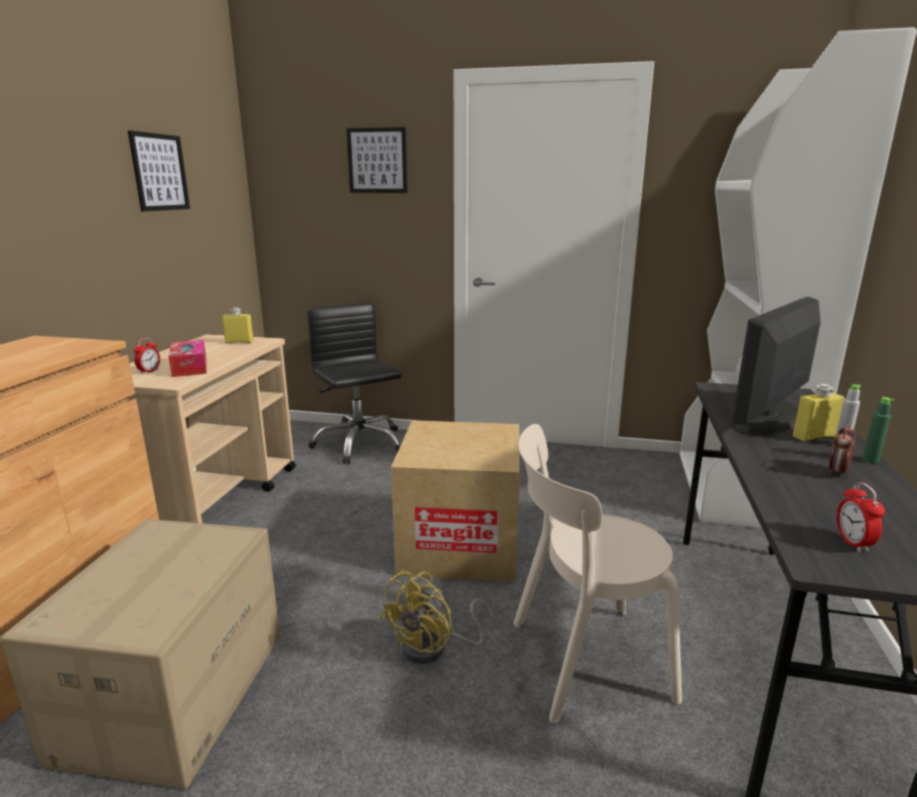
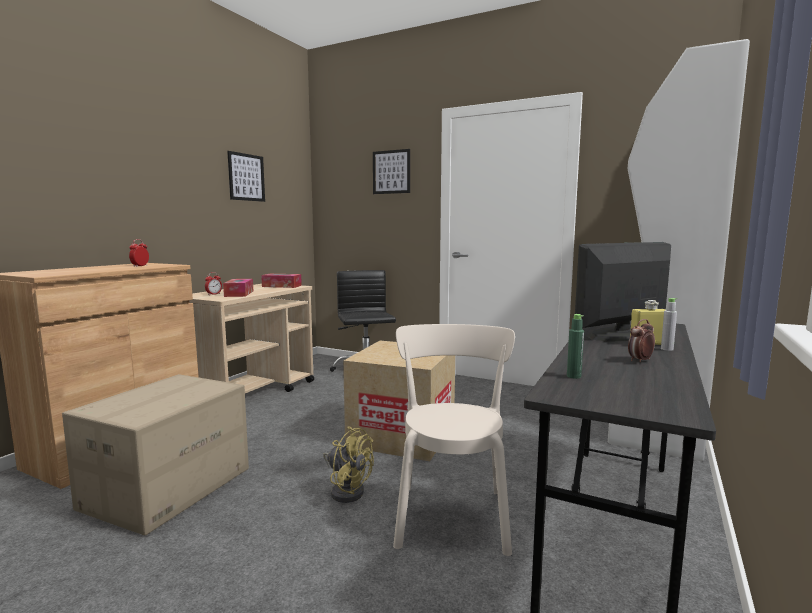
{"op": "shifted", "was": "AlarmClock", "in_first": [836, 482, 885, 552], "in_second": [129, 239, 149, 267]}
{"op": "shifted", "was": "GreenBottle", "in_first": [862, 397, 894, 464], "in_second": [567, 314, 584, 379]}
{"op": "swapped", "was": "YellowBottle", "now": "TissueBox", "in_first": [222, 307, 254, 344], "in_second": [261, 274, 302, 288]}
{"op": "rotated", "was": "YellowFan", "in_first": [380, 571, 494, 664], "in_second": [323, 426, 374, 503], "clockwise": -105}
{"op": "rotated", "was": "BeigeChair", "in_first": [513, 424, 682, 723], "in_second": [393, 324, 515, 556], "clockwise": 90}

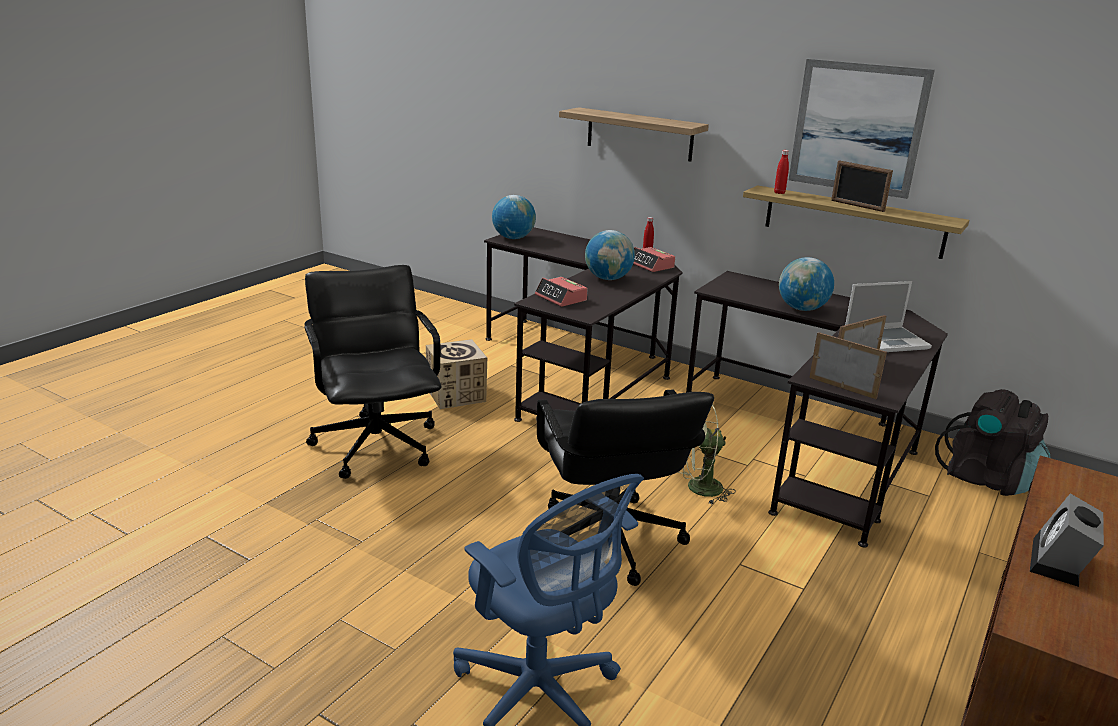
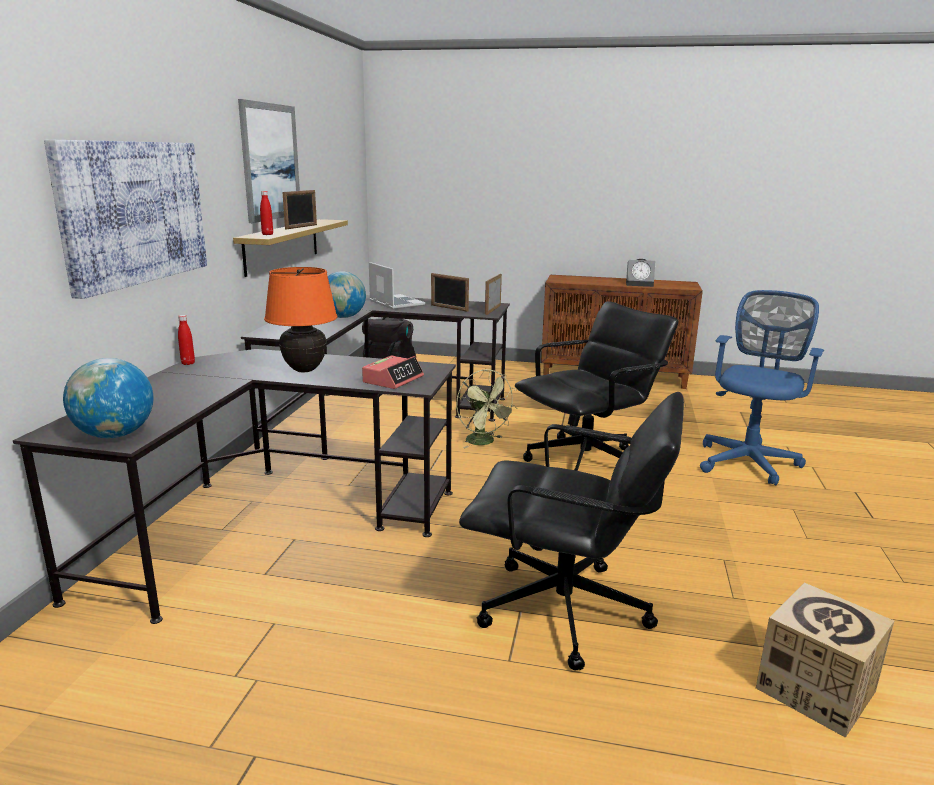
{"op": "gone", "was": "AlarmClock", "in_first": [633, 247, 675, 272]}
{"op": "shifted", "was": "CardboardBox", "in_first": [426, 339, 487, 409], "in_second": [756, 583, 894, 738]}
{"op": "swapped", "was": "Shelf", "now": "Picture", "in_first": [559, 107, 709, 162], "in_second": [44, 139, 207, 299]}
{"op": "swapped", "was": "Globe", "now": "OrangeTableLamp", "in_first": [585, 230, 635, 280], "in_second": [264, 267, 338, 372]}
{"op": "rotated", "was": "BlackOfficeChair", "in_first": [304, 265, 441, 479], "in_second": [459, 392, 684, 671], "clockwise": -120}

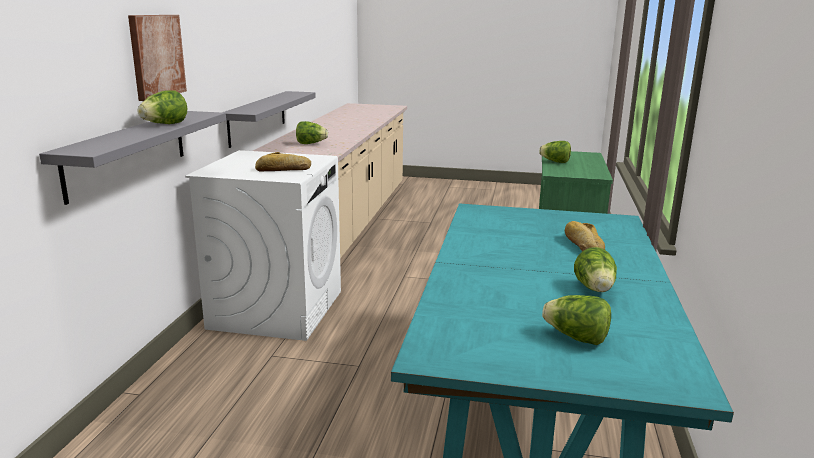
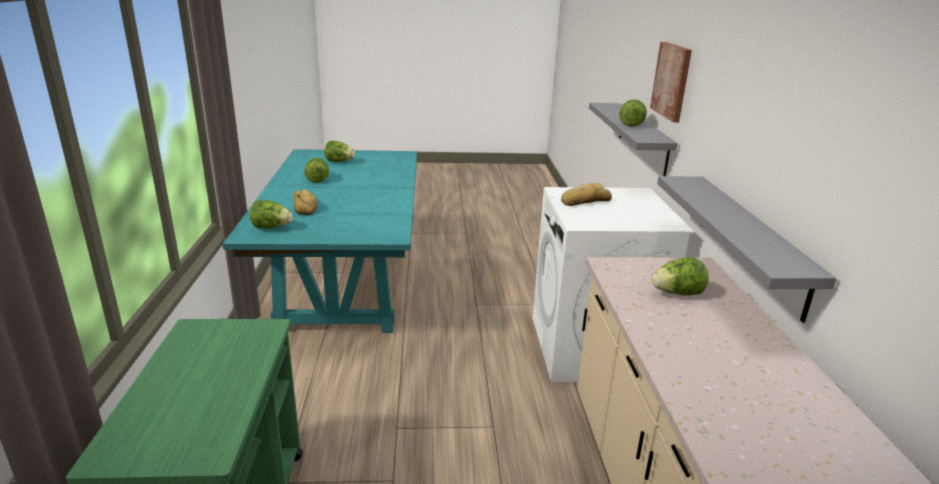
{"op": "shifted", "was": "Lettuce", "in_first": [539, 141, 571, 163], "in_second": [250, 200, 293, 229]}

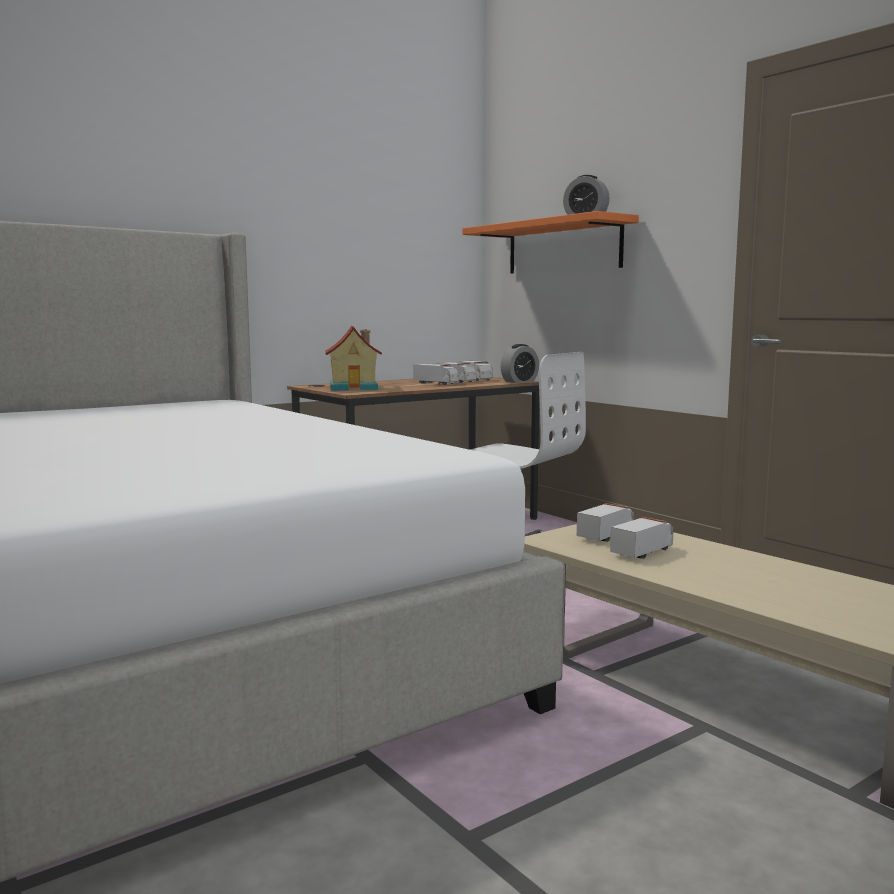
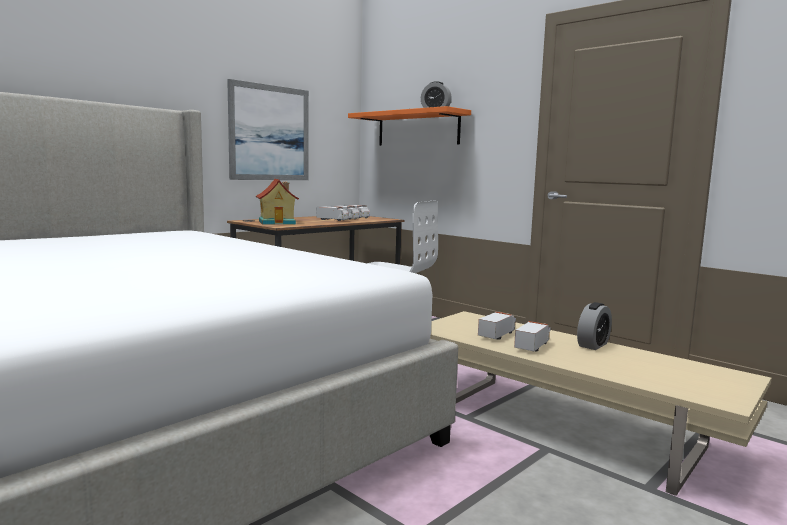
{"op": "new", "now": "Picture", "in_second": [227, 79, 309, 180]}
{"op": "shifted", "was": "AlarmClock", "in_first": [500, 344, 539, 383], "in_second": [577, 302, 612, 350]}
{"op": "shifted", "was": "ToyTruck", "in_first": [577, 503, 634, 542], "in_second": [514, 321, 551, 352]}

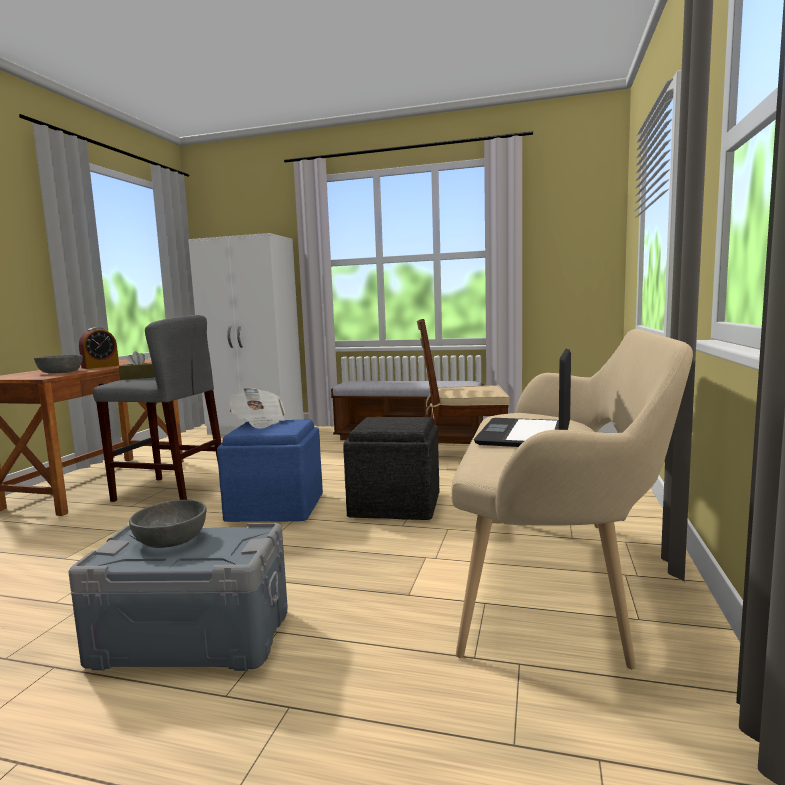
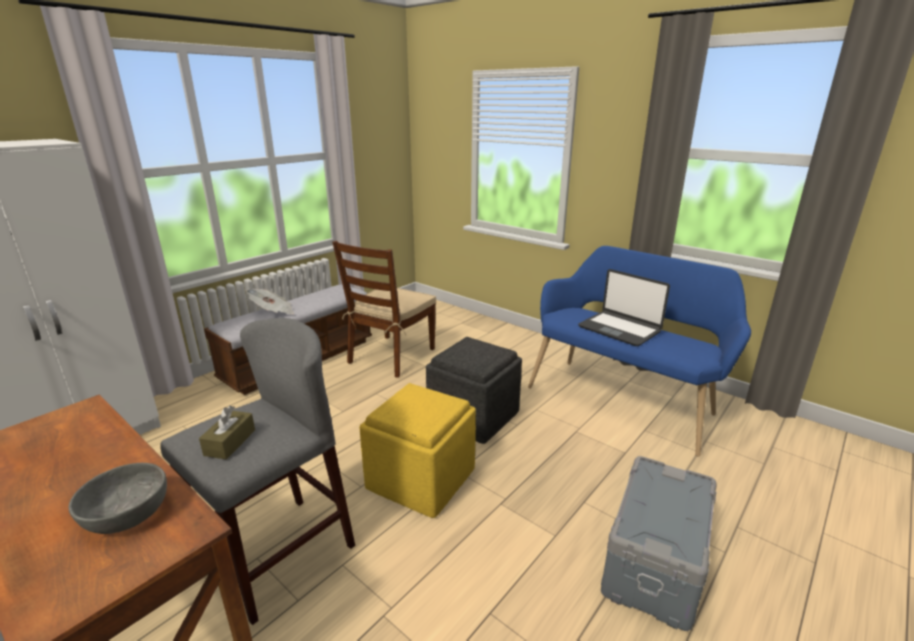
{"op": "gone", "was": "AlarmClock", "in_first": [79, 327, 119, 369]}
{"op": "gone", "was": "GreyBowl", "in_first": [129, 500, 207, 548]}
{"op": "shifted", "was": "Newspaper", "in_first": [229, 388, 286, 429], "in_second": [246, 289, 294, 314]}
{"op": "repainted", "was": "BlueOttoman", "now": "YellowOttoman", "in_first": [217, 420, 323, 522], "in_second": [359, 383, 476, 518]}
{"op": "repainted", "was": "BeigeBench", "now": "BlueBench", "in_first": [452, 329, 693, 669], "in_second": [528, 246, 751, 456]}

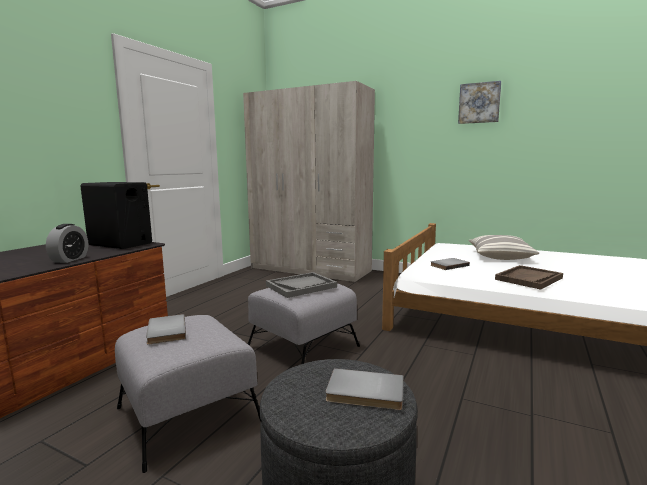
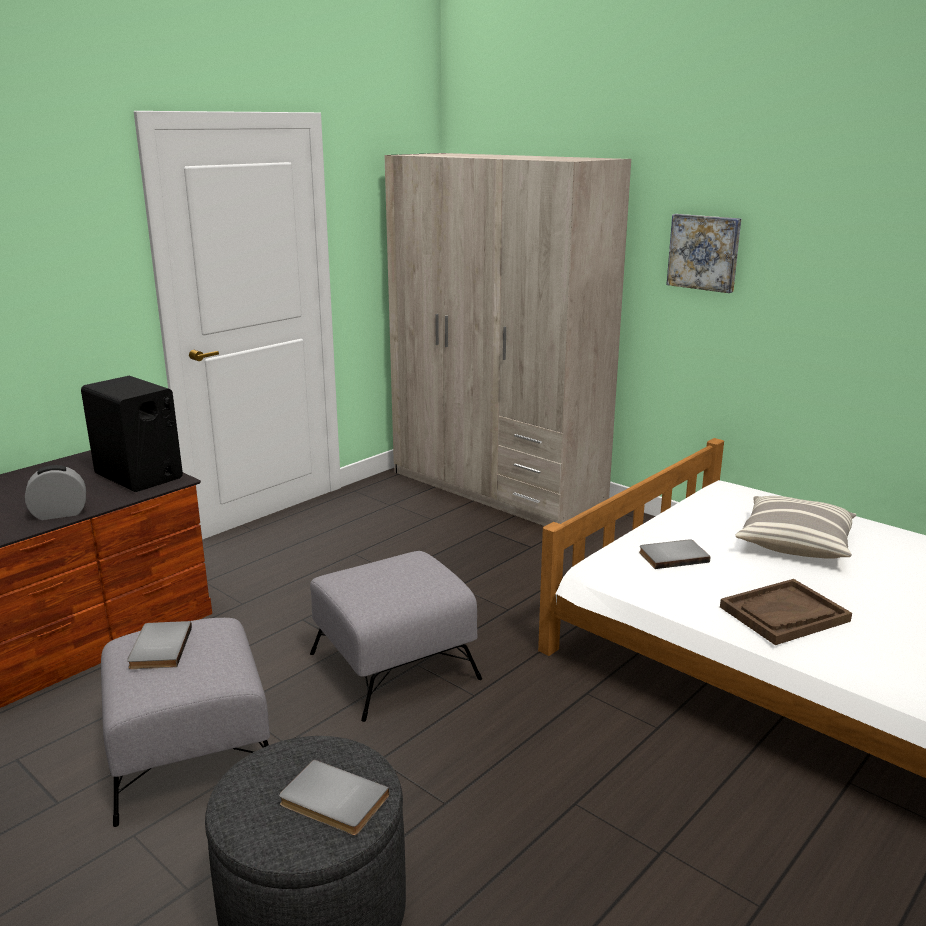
{"op": "gone", "was": "GreyTray", "in_first": [266, 272, 337, 298]}
{"op": "shifted", "was": "Picture", "in_first": [458, 81, 501, 124], "in_second": [666, 214, 741, 293]}
{"op": "rotated", "was": "AlarmClock", "in_first": [46, 224, 88, 263], "in_second": [25, 465, 86, 520], "clockwise": -135}

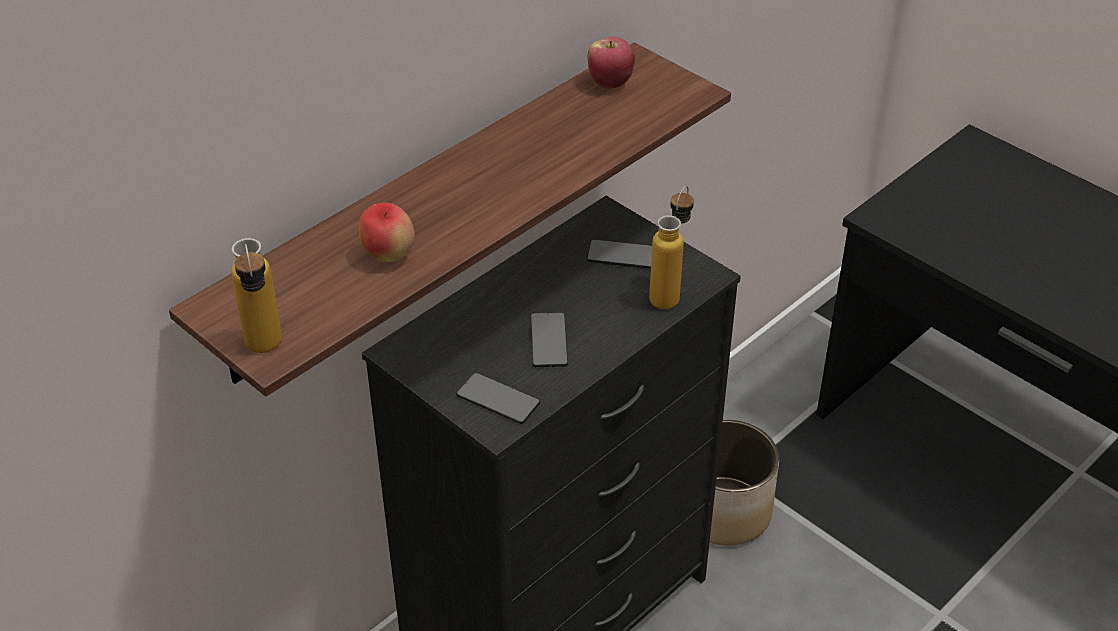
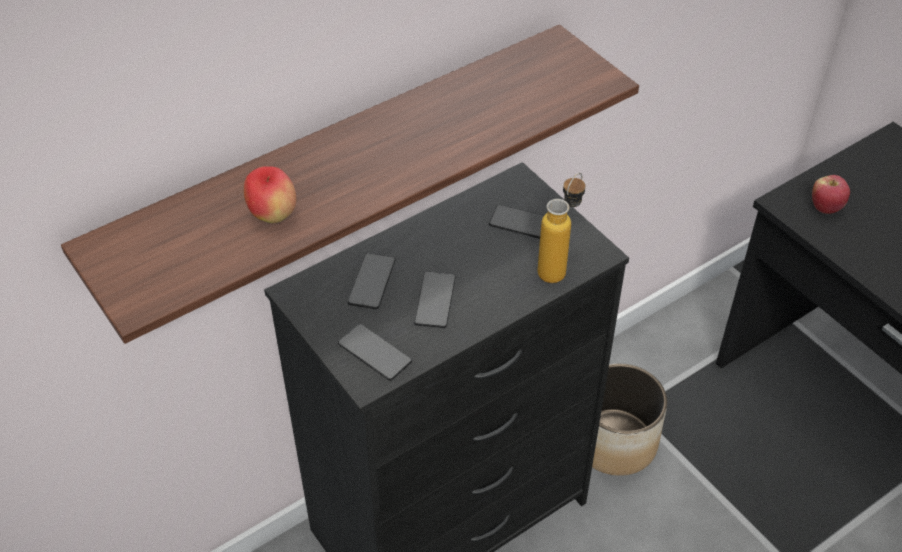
{"op": "gone", "was": "Bottle", "in_first": [231, 238, 282, 353]}
{"op": "new", "now": "Phone", "in_second": [348, 253, 395, 309]}
{"op": "shifted", "was": "Apple", "in_first": [588, 36, 635, 89], "in_second": [812, 175, 850, 214]}

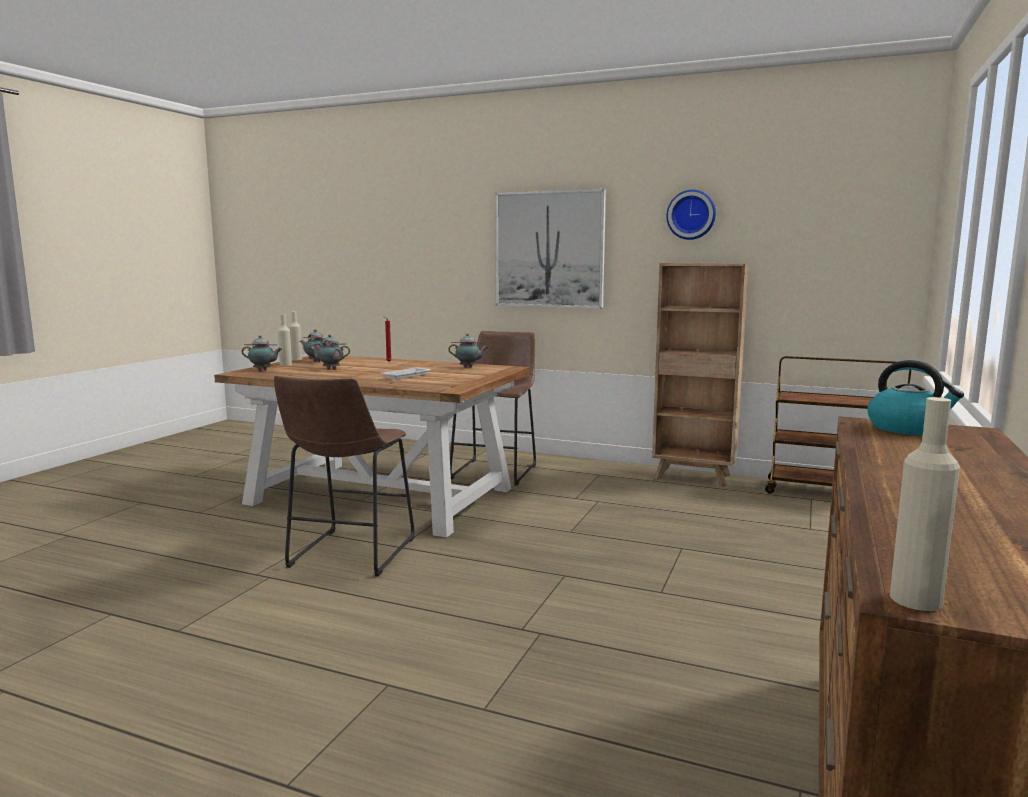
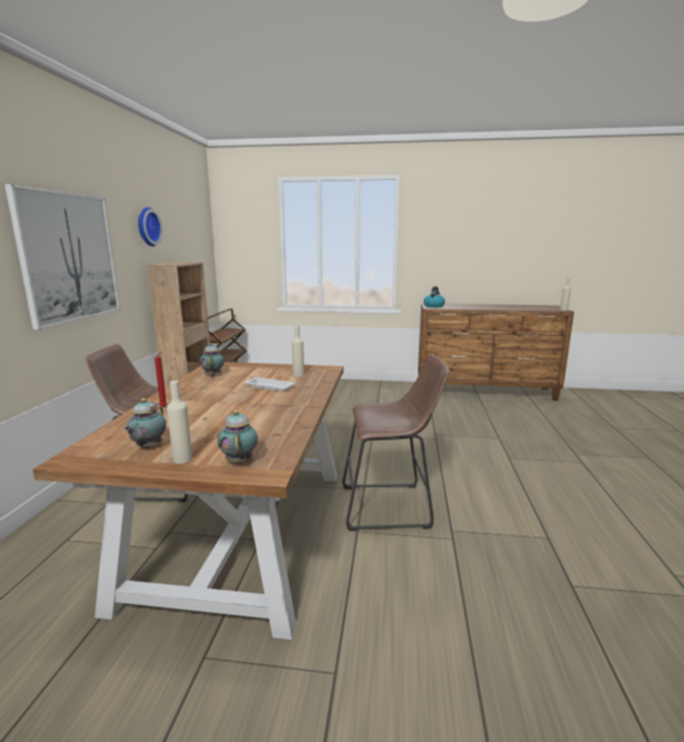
{"op": "gone", "was": "Teapot", "in_first": [309, 335, 350, 369]}
{"op": "shifted", "was": "BeigeBottle", "in_first": [289, 311, 302, 360], "in_second": [292, 325, 304, 377]}

